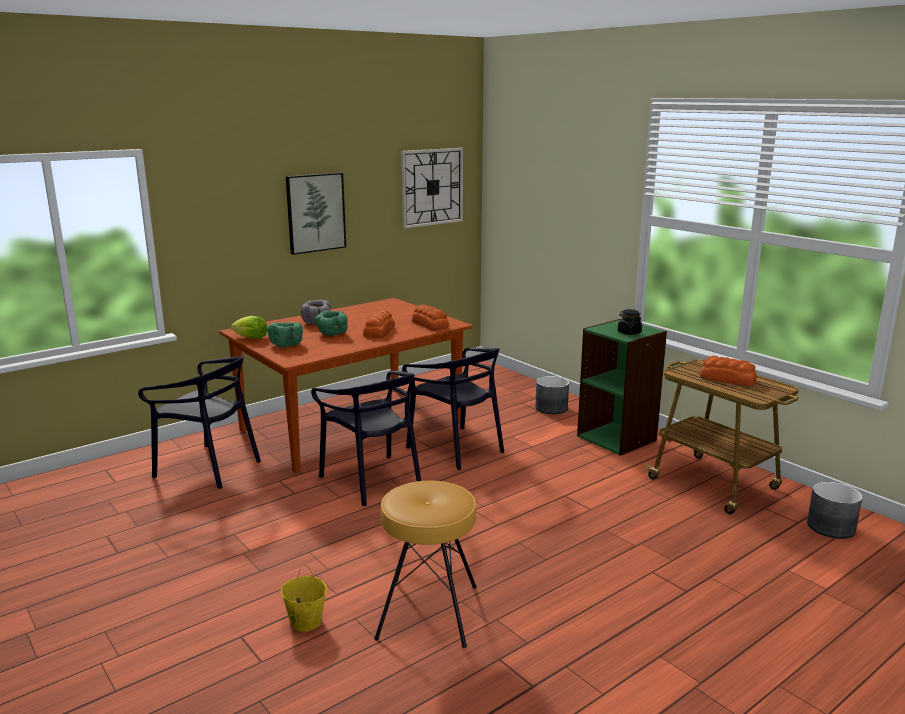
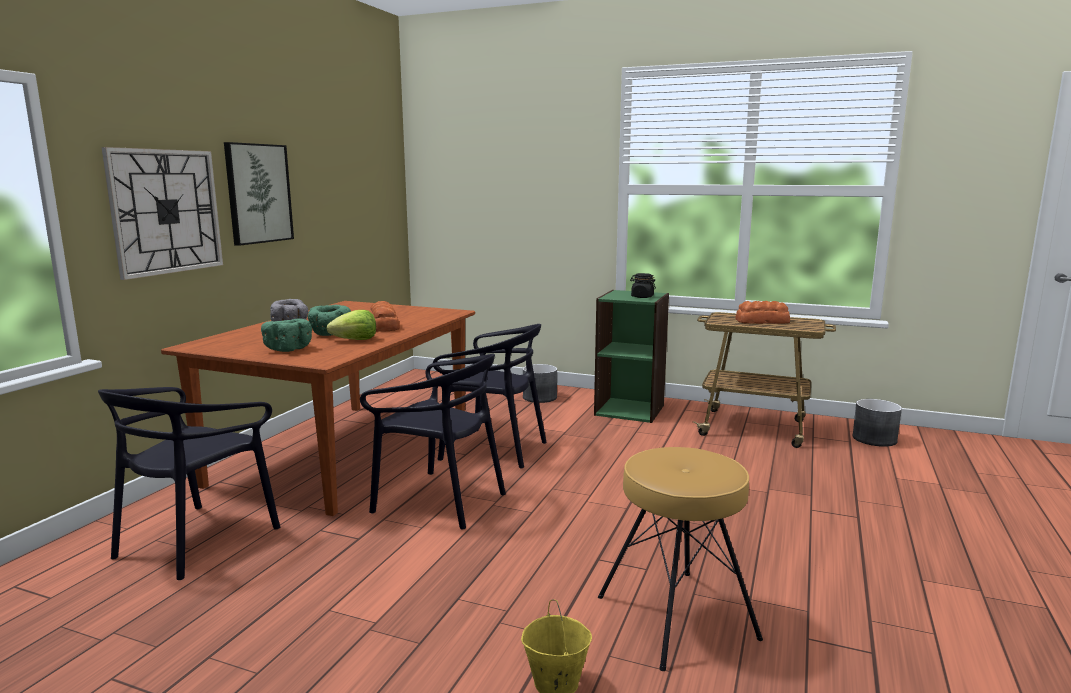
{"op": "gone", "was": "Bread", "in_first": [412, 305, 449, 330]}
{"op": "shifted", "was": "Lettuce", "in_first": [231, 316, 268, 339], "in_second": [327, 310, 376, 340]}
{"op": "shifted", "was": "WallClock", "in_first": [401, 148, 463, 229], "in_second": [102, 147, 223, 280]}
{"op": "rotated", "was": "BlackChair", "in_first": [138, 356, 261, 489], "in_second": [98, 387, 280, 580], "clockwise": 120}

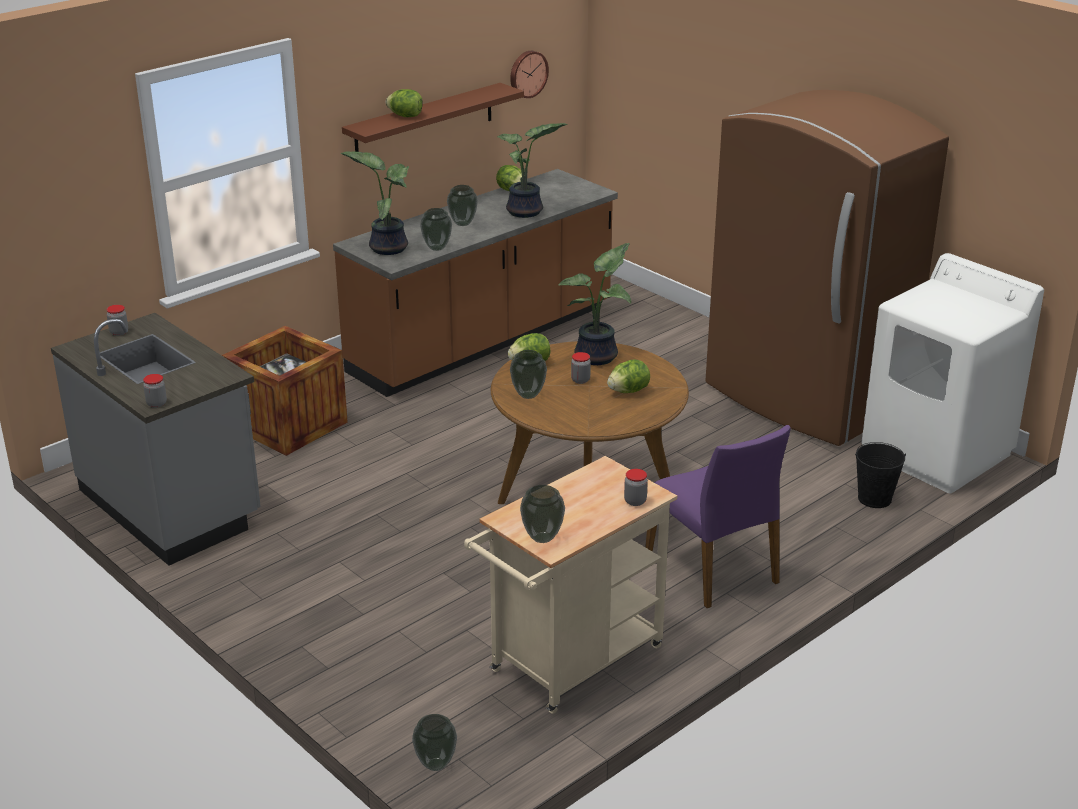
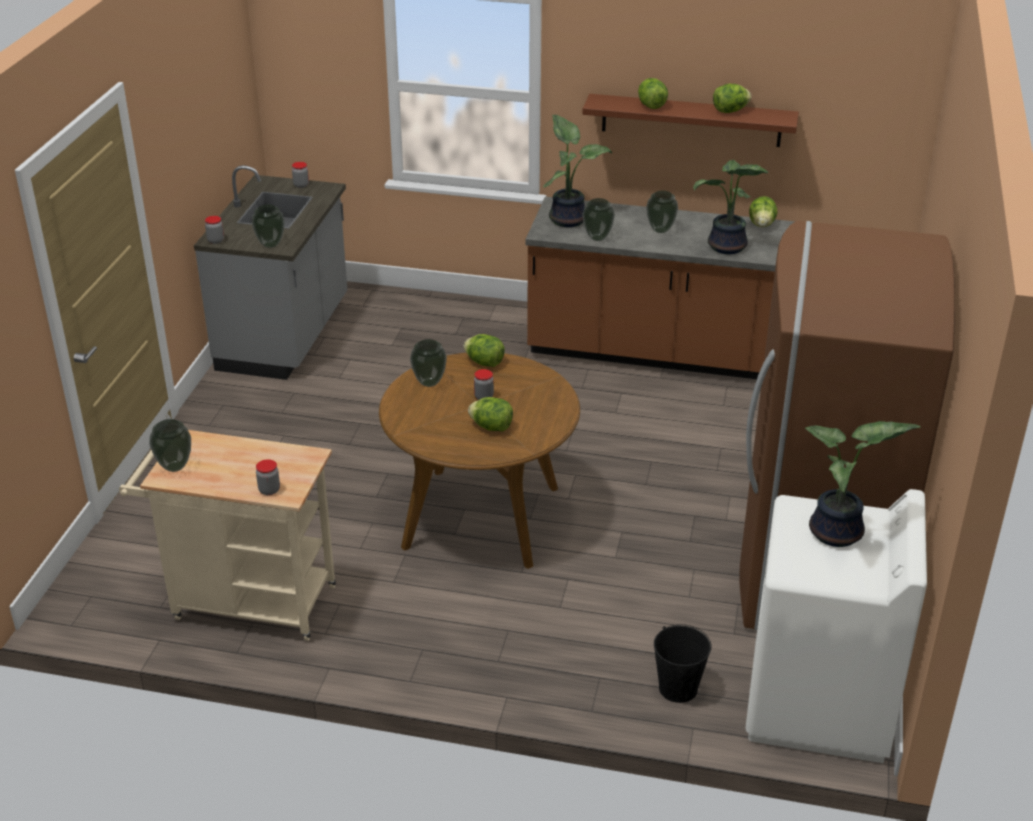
{"op": "gone", "was": "Crate", "in_first": [222, 326, 348, 456]}
{"op": "gone", "was": "WallClock", "in_first": [510, 51, 549, 98]}
{"op": "gone", "was": "PurpleChair", "in_first": [645, 425, 791, 608]}
{"op": "new", "now": "Lettuce", "in_second": [713, 84, 751, 113]}
{"op": "shifted", "was": "Vase", "in_first": [412, 714, 457, 771], "in_second": [252, 204, 285, 248]}
{"op": "shifted", "was": "PottedPlant", "in_first": [559, 243, 631, 365], "in_second": [805, 421, 921, 547]}

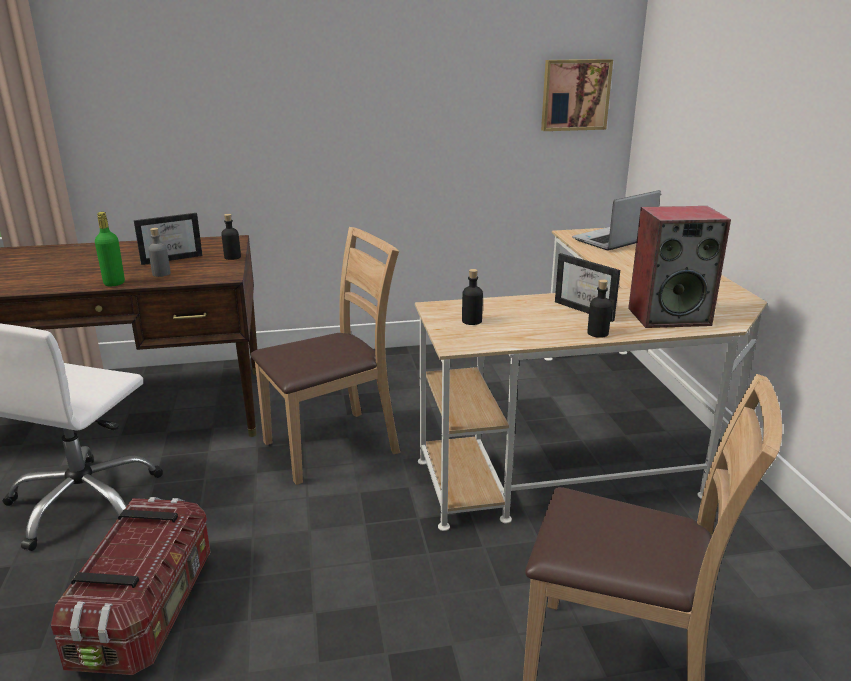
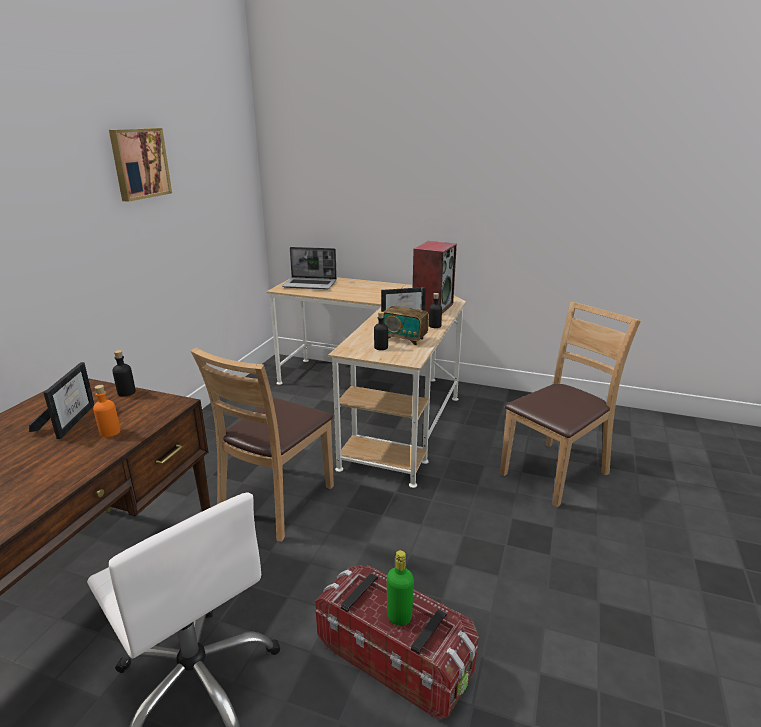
{"op": "new", "now": "Radio", "in_second": [384, 288, 429, 345]}
{"op": "shifted", "was": "GreenBottle", "in_first": [95, 212, 125, 286], "in_second": [387, 550, 414, 626]}
{"op": "shifted", "was": "Picture", "in_first": [541, 59, 613, 131], "in_second": [109, 128, 172, 202]}
{"op": "repainted", "was": "GreyBottle", "now": "OrangeBottle", "in_first": [148, 228, 171, 277], "in_second": [93, 385, 121, 437]}
{"op": "rotated", "was": "BrownChair", "in_first": [251, 227, 400, 485], "in_second": [191, 347, 334, 542], "clockwise": -150}
{"op": "rotated", "was": "Laptop", "in_first": [572, 190, 661, 251], "in_second": [282, 247, 337, 290], "clockwise": -75}

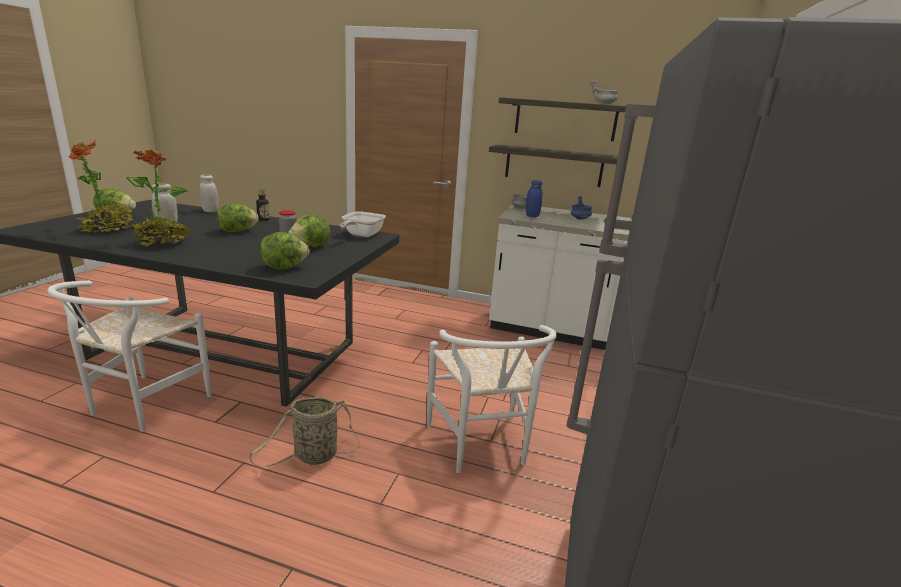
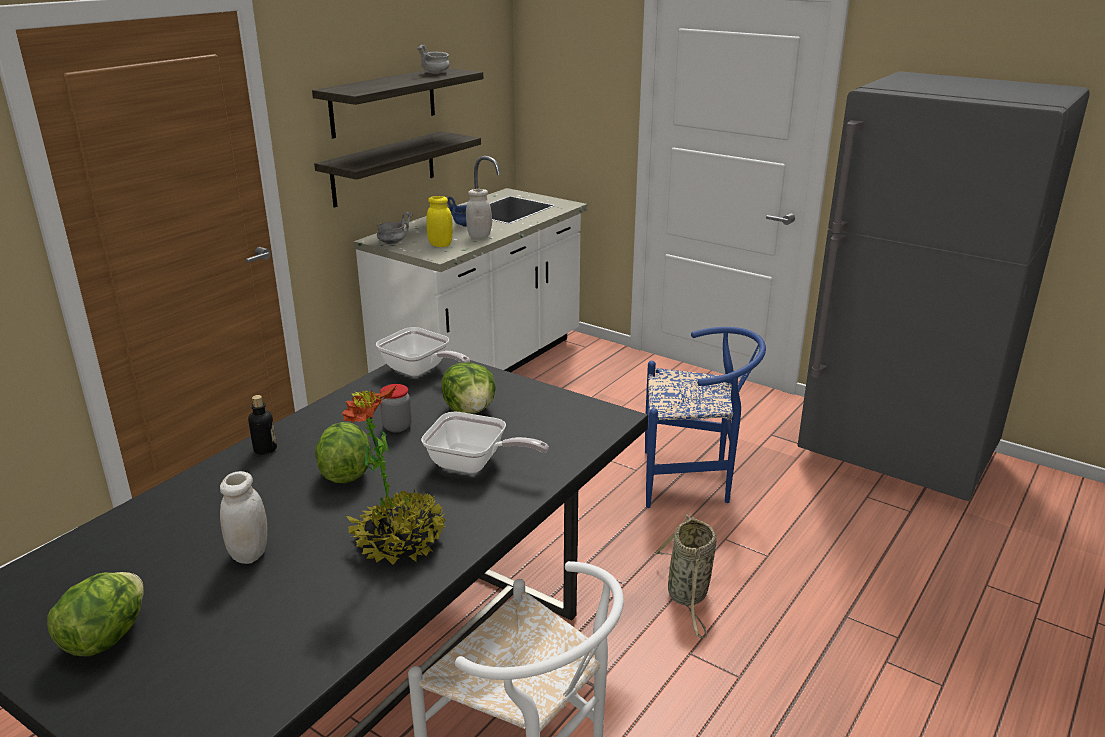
{"op": "gone", "was": "PottedPlant", "in_first": [68, 140, 134, 233]}
{"op": "gone", "was": "Lettuce", "in_first": [260, 232, 310, 270]}
{"op": "new", "now": "FryingPan", "in_second": [421, 412, 549, 474]}
{"op": "shifted", "was": "WhiteJar", "in_first": [200, 174, 219, 212], "in_second": [466, 189, 492, 239]}
{"op": "repainted", "was": "WhiteChair", "now": "BlueChair", "in_first": [427, 325, 557, 473], "in_second": [645, 327, 766, 508]}
{"op": "repainted", "was": "BlueJar", "now": "YellowJar", "in_first": [526, 180, 543, 217], "in_second": [426, 196, 453, 247]}

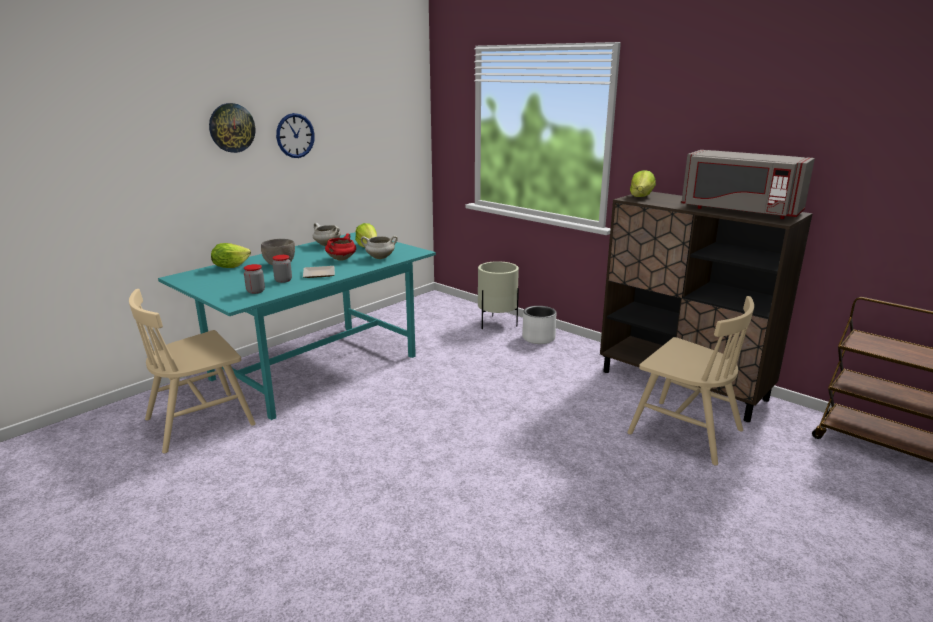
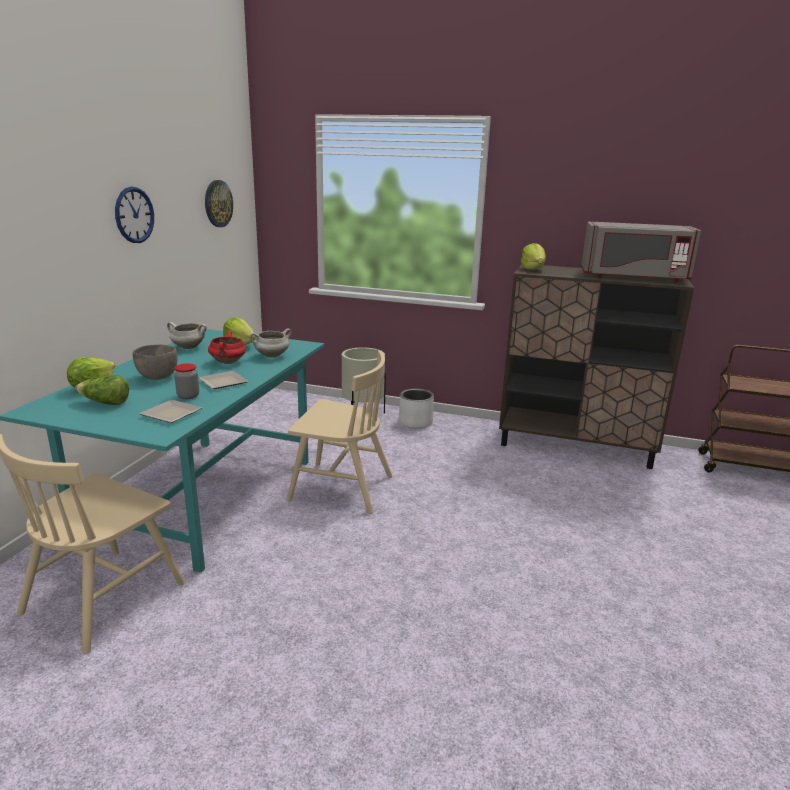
{"op": "new", "now": "Lettuce", "in_second": [75, 375, 129, 405]}
{"op": "shifted", "was": "WallClock", "in_first": [209, 103, 255, 153], "in_second": [205, 180, 233, 227]}
{"op": "shifted", "was": "BeigeChair", "in_first": [627, 296, 754, 466], "in_second": [287, 351, 393, 514]}
{"op": "swapped", "was": "Jar", "now": "Plate", "in_first": [244, 264, 265, 294], "in_second": [139, 400, 202, 423]}

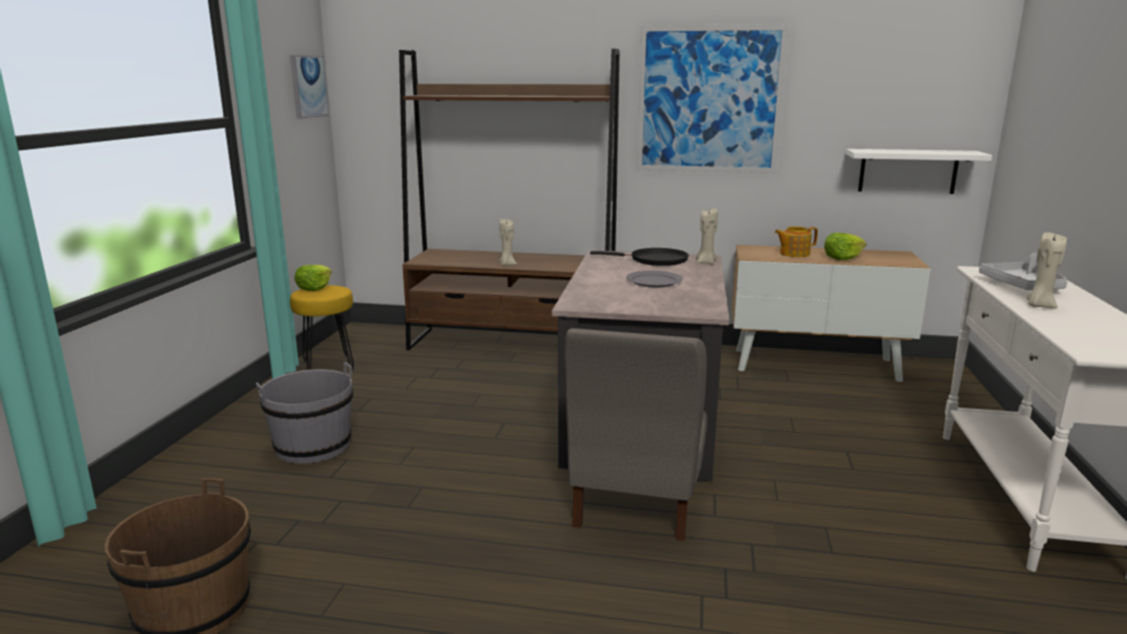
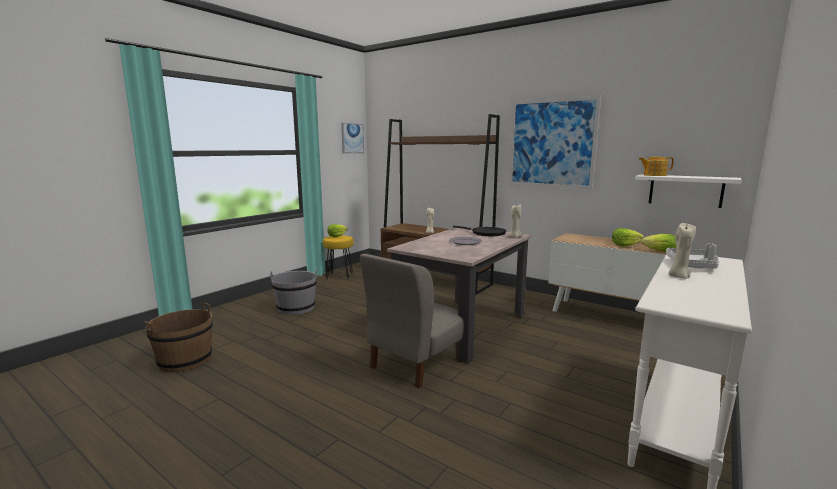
{"op": "new", "now": "Lettuce", "in_second": [641, 234, 677, 252]}
{"op": "shifted", "was": "Teapot", "in_first": [775, 226, 818, 257], "in_second": [639, 157, 674, 176]}

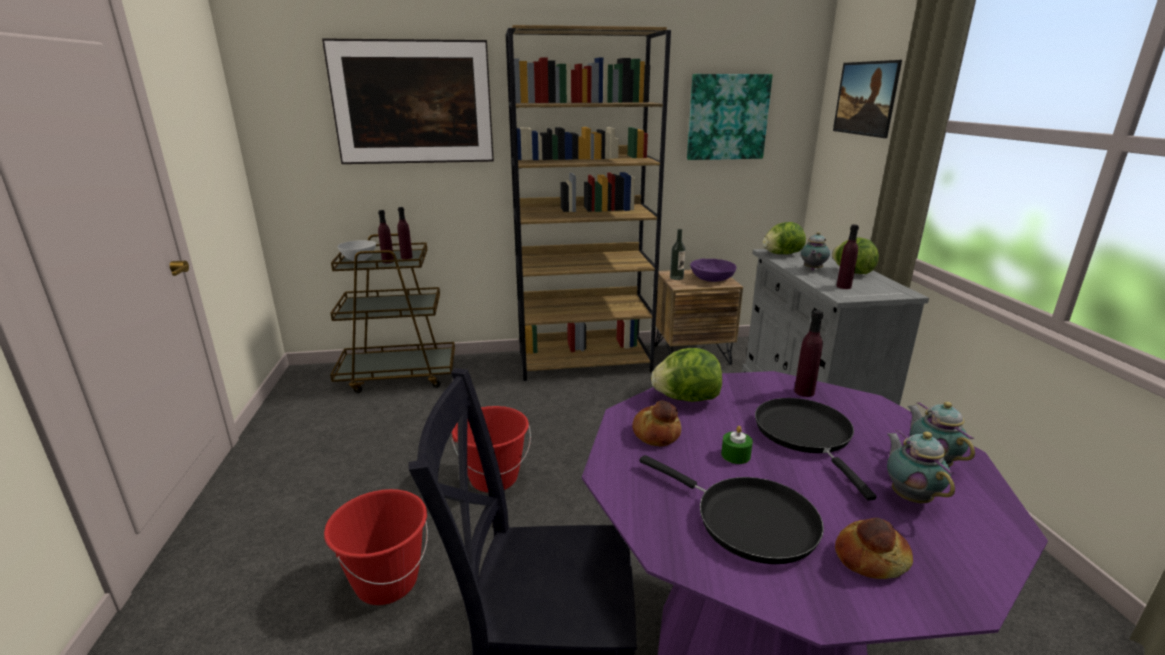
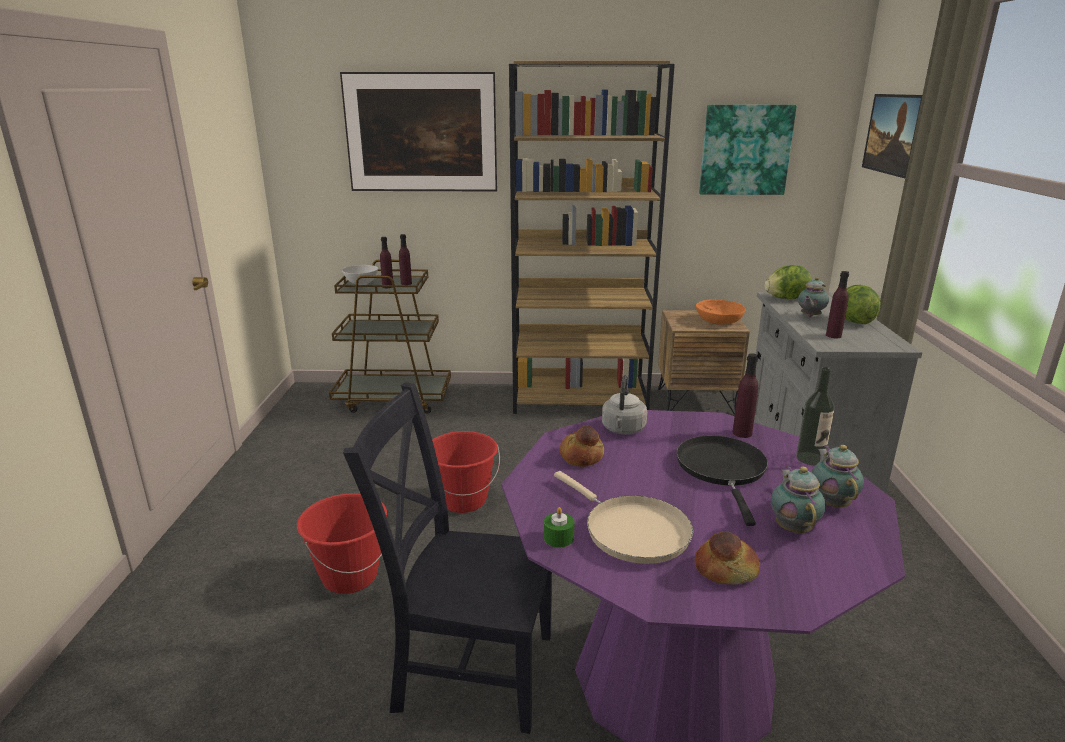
{"op": "shifted", "was": "Bottle", "in_first": [670, 229, 686, 280], "in_second": [796, 367, 835, 465]}
{"op": "shifted", "was": "GreenCandle", "in_first": [721, 426, 753, 464], "in_second": [544, 507, 574, 547]}
{"op": "swapped", "was": "Lettuce", "now": "GreyKettle", "in_first": [651, 348, 722, 402], "in_second": [602, 375, 647, 435]}
{"op": "repainted", "was": "BlackFryingPan", "now": "BeigeFryingPan", "in_first": [640, 455, 824, 564], "in_second": [554, 471, 693, 564]}
{"op": "repainted", "was": "PurpleBowl", "now": "OrangeBowl", "in_first": [690, 258, 737, 282], "in_second": [696, 299, 745, 324]}

